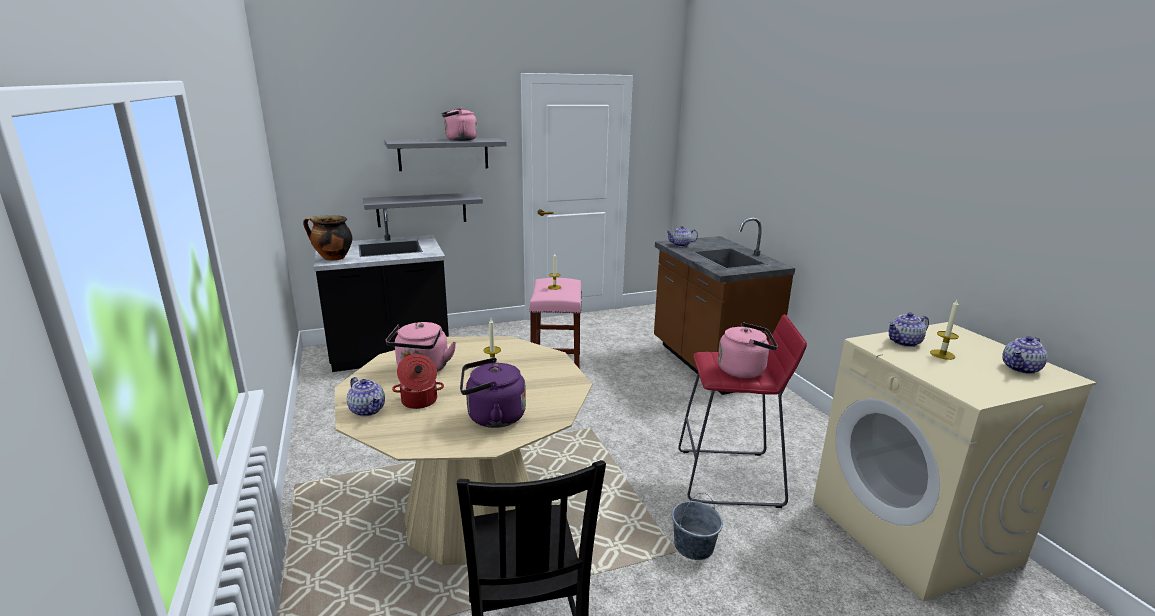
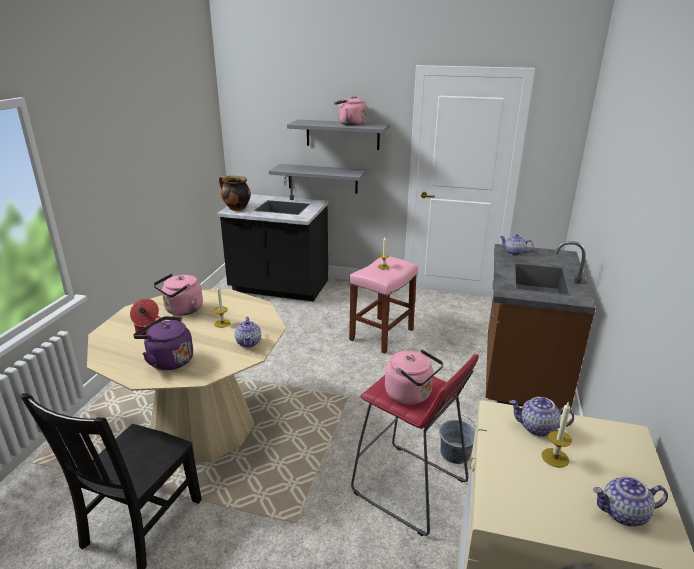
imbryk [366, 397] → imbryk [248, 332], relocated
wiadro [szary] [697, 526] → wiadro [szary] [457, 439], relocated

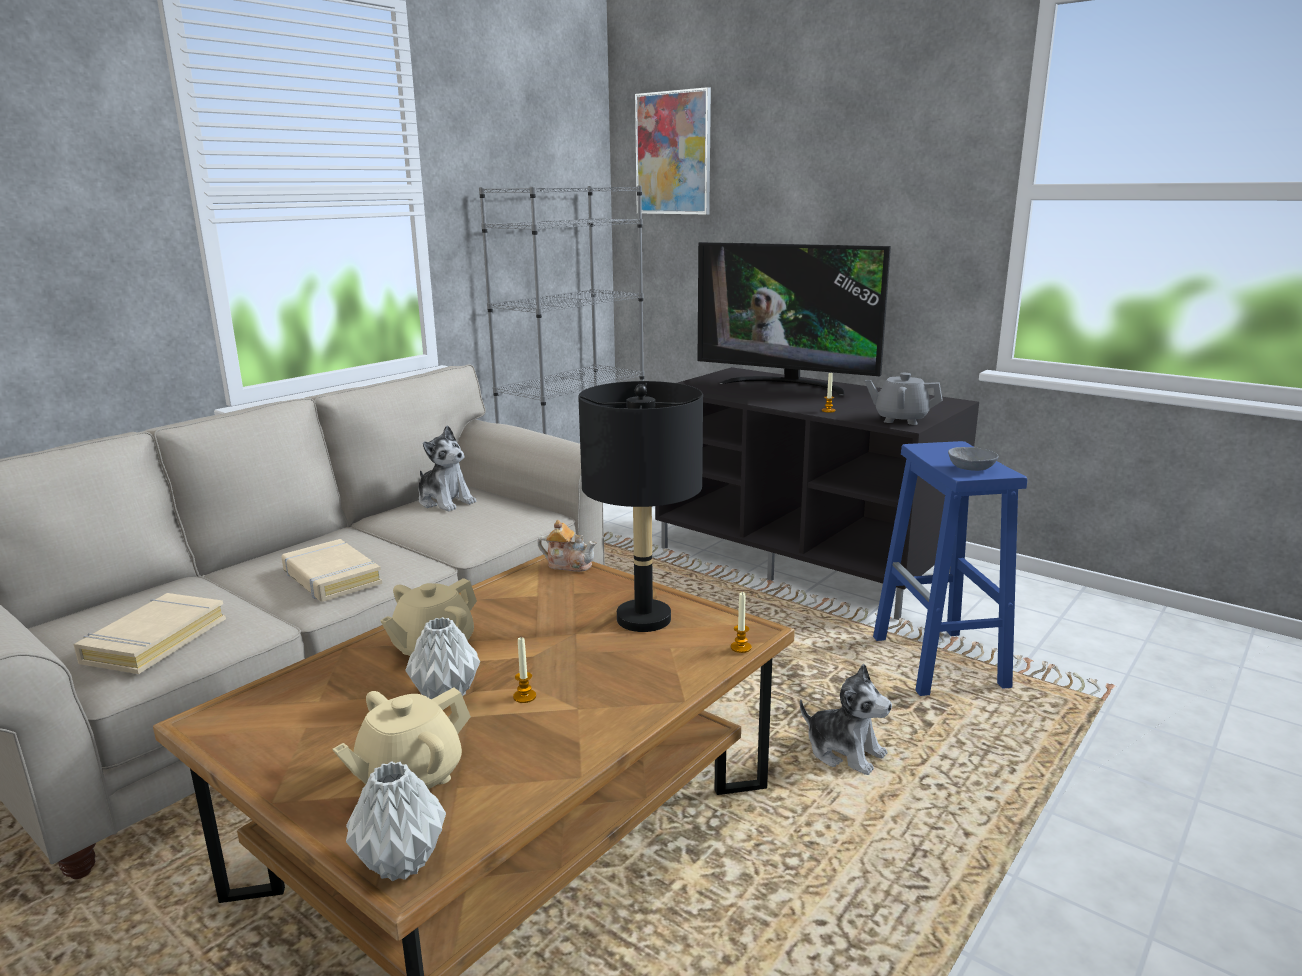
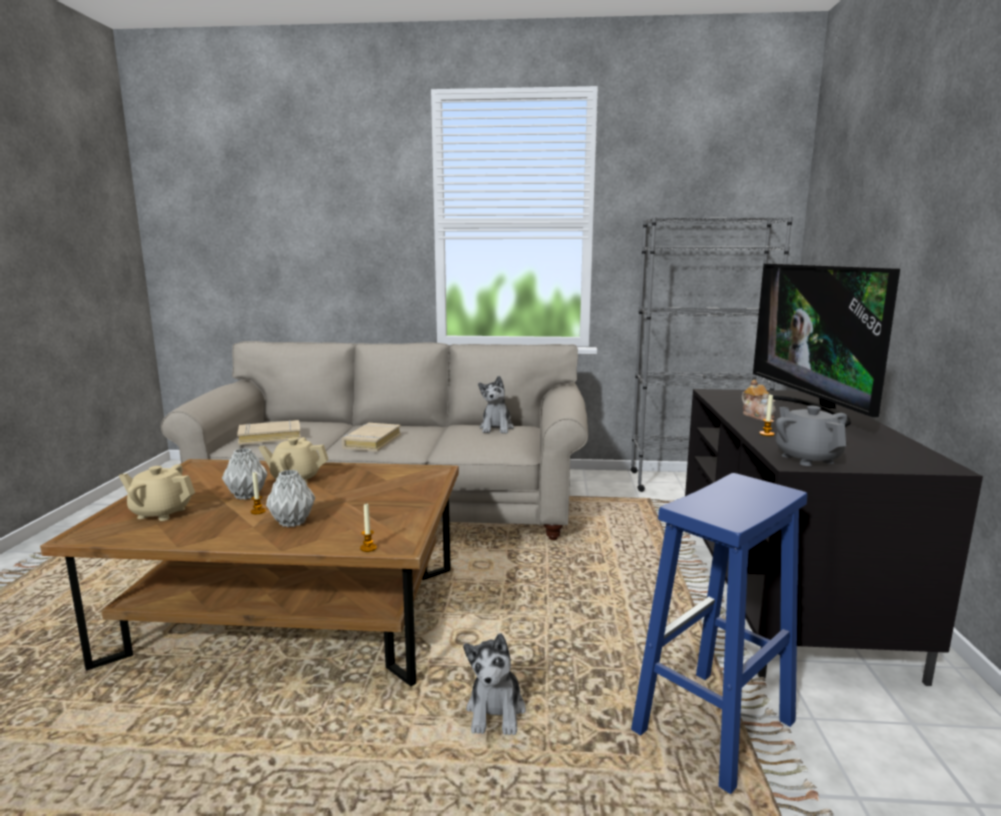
wazon [szary] [396, 821] → wazon [szary] [290, 498], relocated
imbryk [566, 546] → imbryk [759, 399], relocated
lampa stołowa [czarny] [640, 506] → -
obraz [673, 151] → -
miska [szary] [973, 459] → -

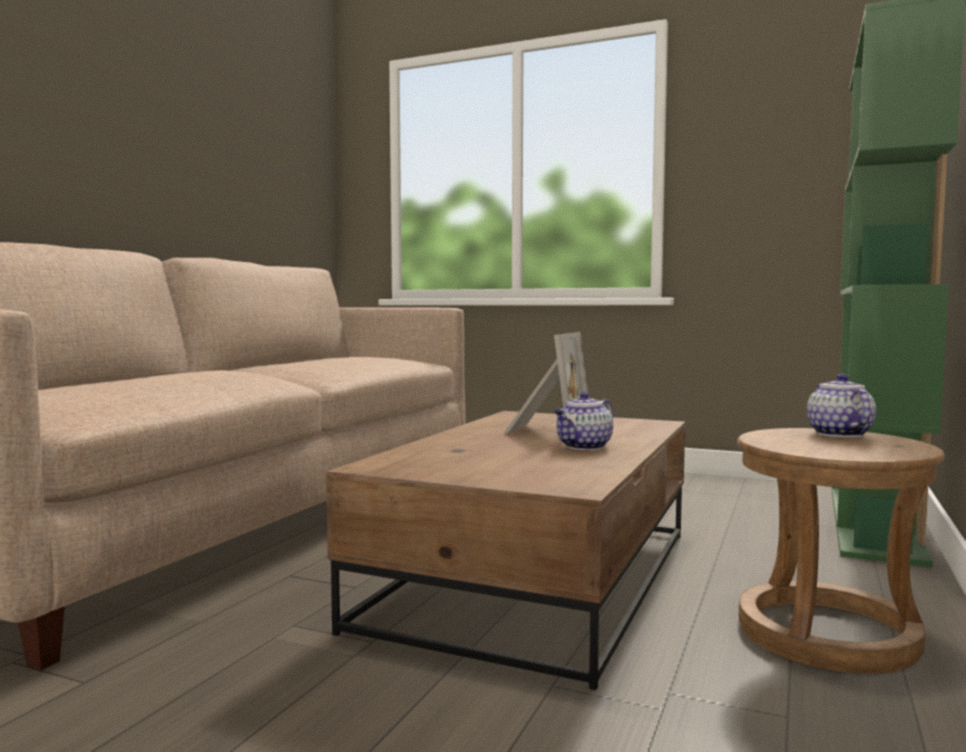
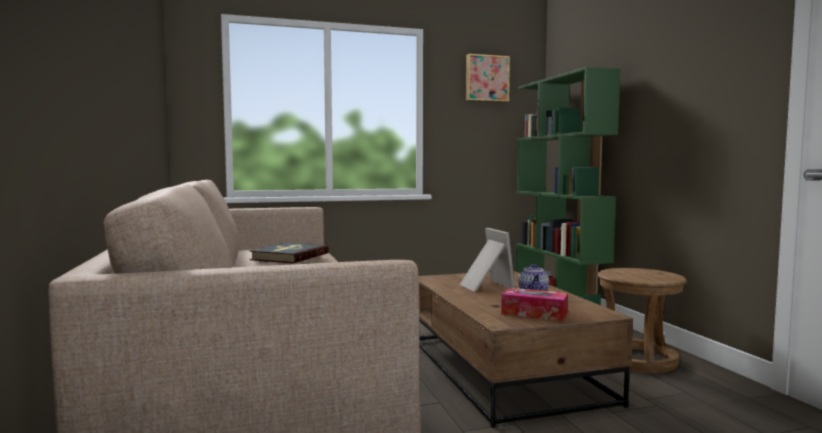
- → książka [289, 252]
- → obraz [488, 78]
- → pudełko chusteczek [534, 304]
imbryk [841, 406] → -

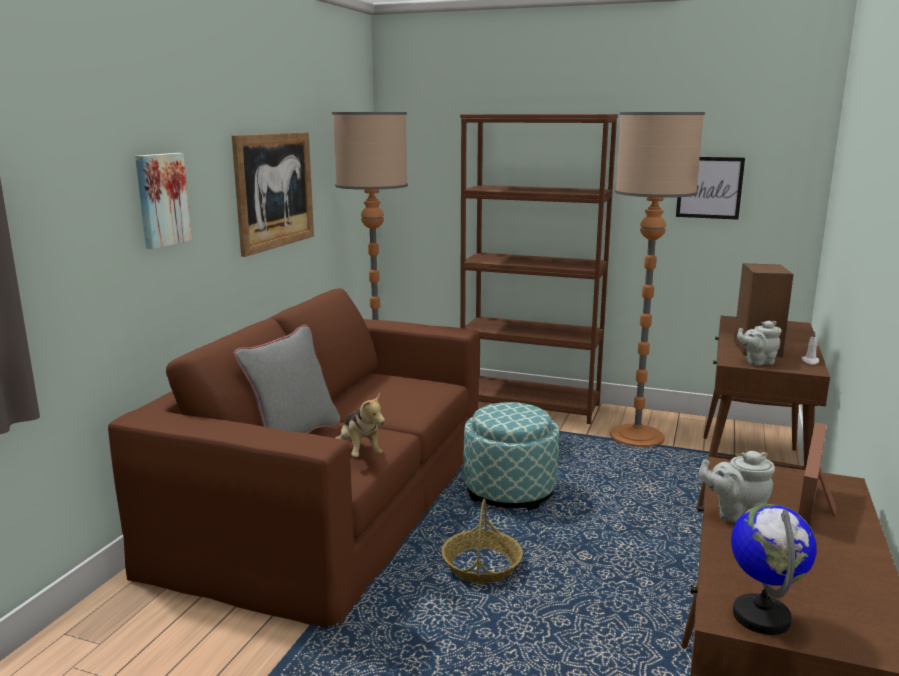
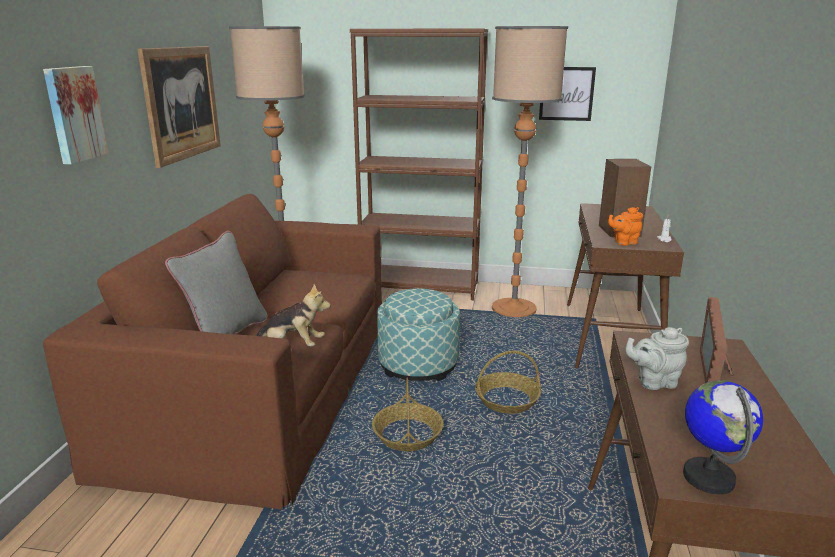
pluszak [360, 425] → pluszak [293, 315], 45 degrees counterclockwise
- → koszyk [508, 382]
imbryk [szary] [759, 343] → imbryk [pomarańczowy] [625, 226]

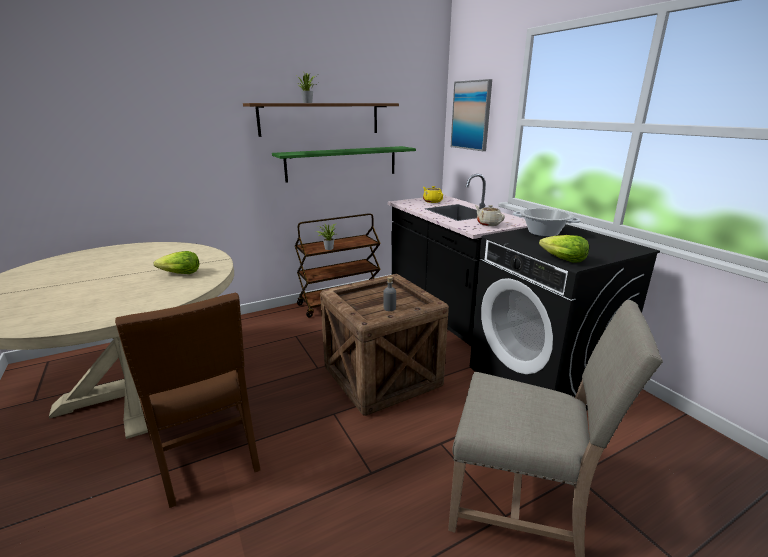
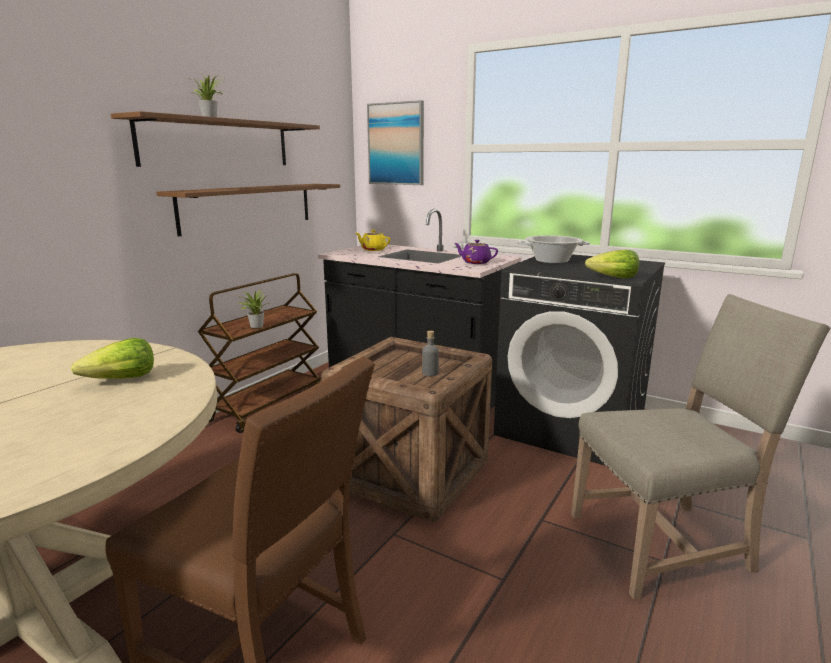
półka [zielony] [344, 164] → półka [brązowy] [248, 210]
imbryk [beżowy] [490, 215] → imbryk [fioletowy] [476, 252]

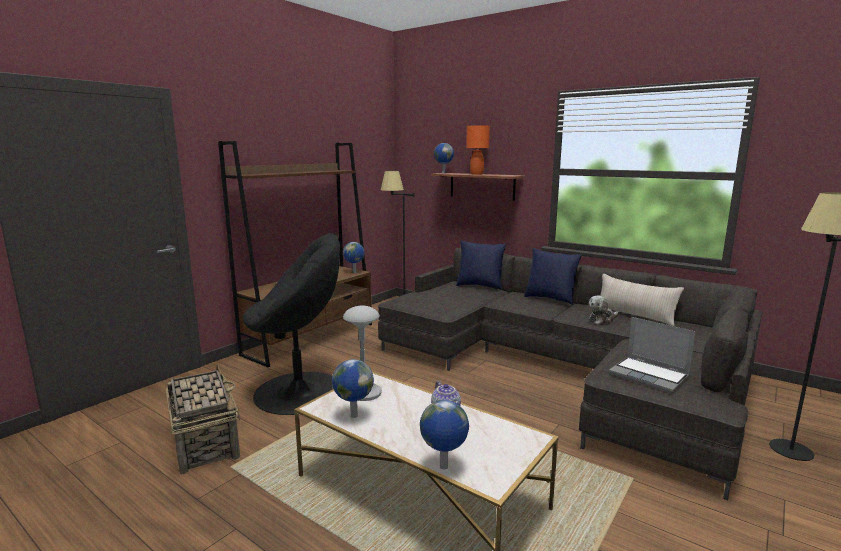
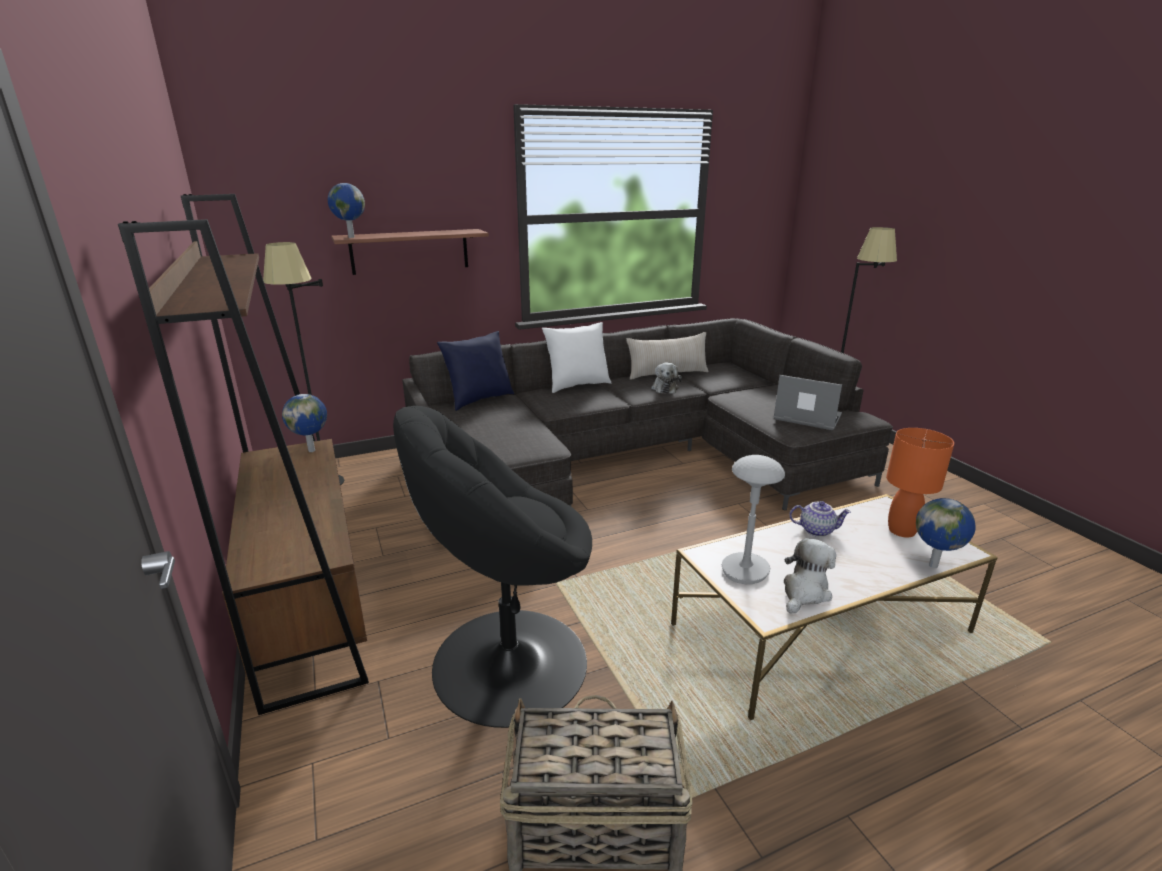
fotel [czarny] [291, 324] → fotel [czarny] [492, 567], 135 degrees counterclockwise
poduszka [niebieski] [553, 276] → poduszka [biały] [576, 357]
laptop [652, 355] → laptop [808, 402], 135 degrees counterclockwise
globus [353, 388] → pluszak [810, 576]
lampa stołowa [pomarańczowy] [478, 150] → lampa stołowa [pomarańczowy] [920, 483], relocated

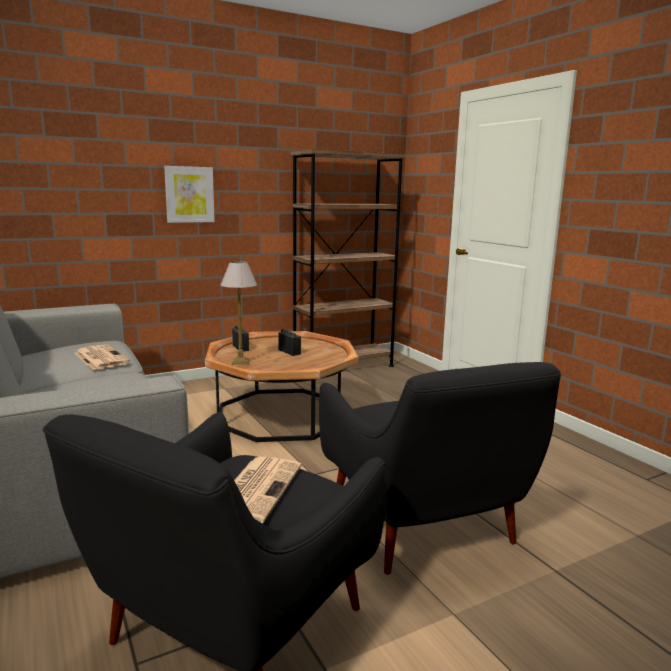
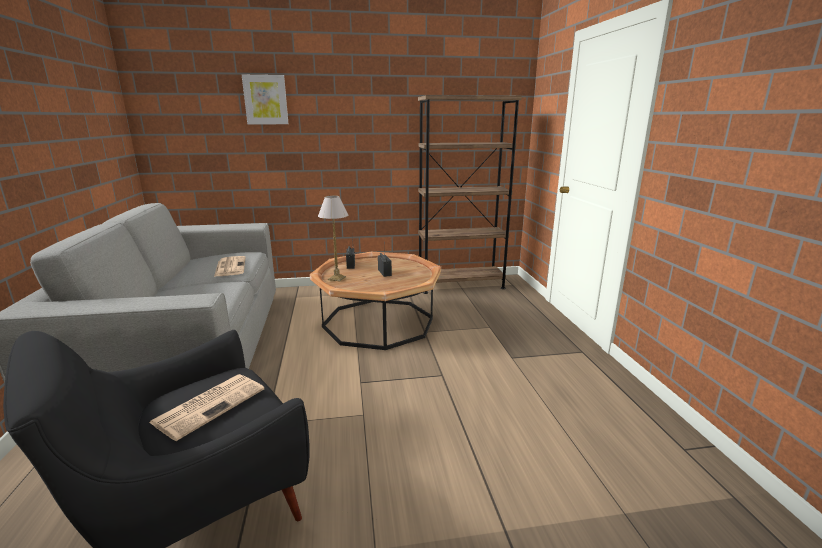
obraz [189, 194] → obraz [265, 99], relocated
fotel [czarny] [440, 468] → -

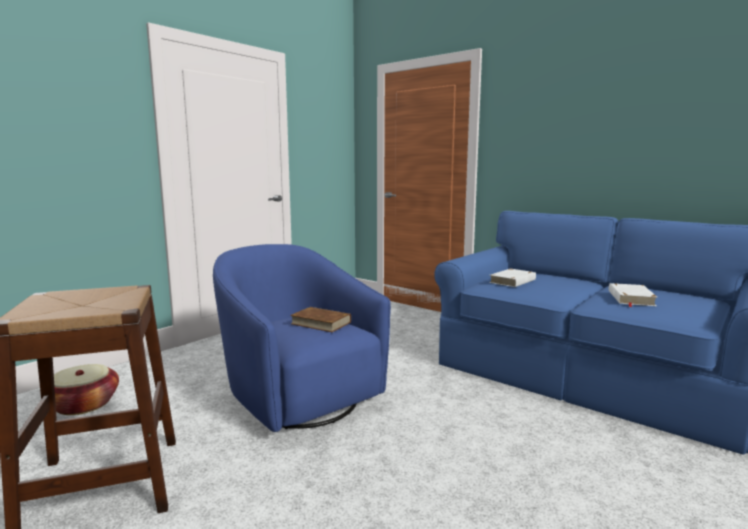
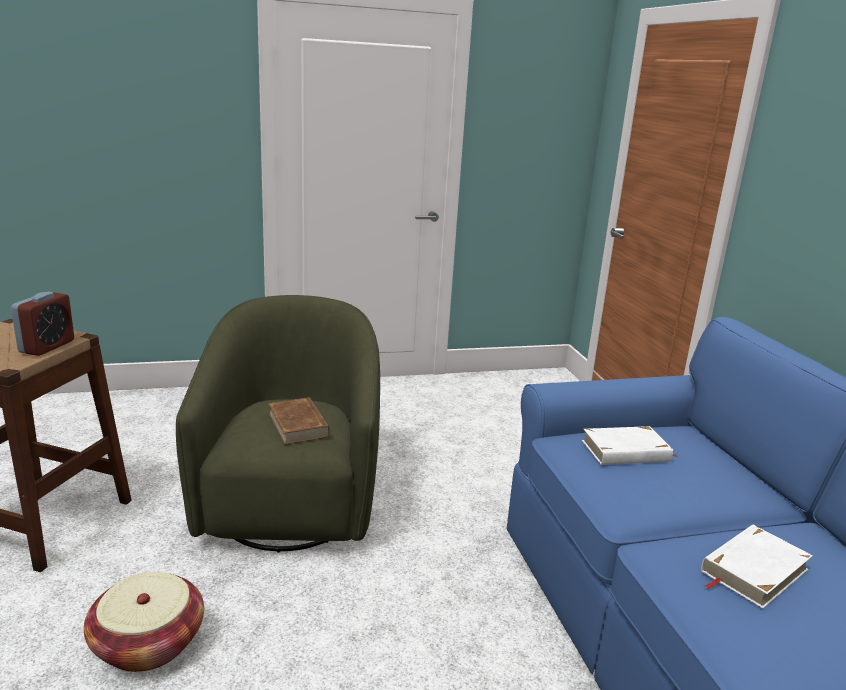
- → budzik [42, 323]
koszyk [86, 389] → koszyk [144, 622], relocated
fotel [niebieski] [302, 338] → fotel [zielony] [278, 424]

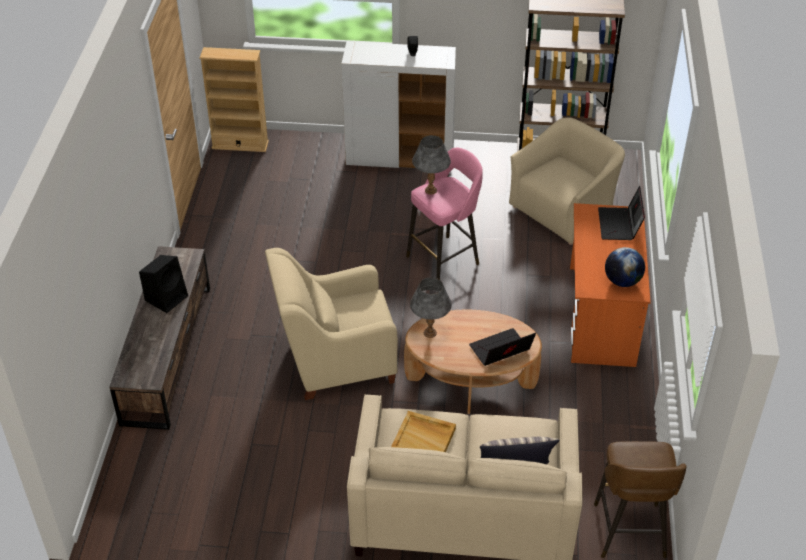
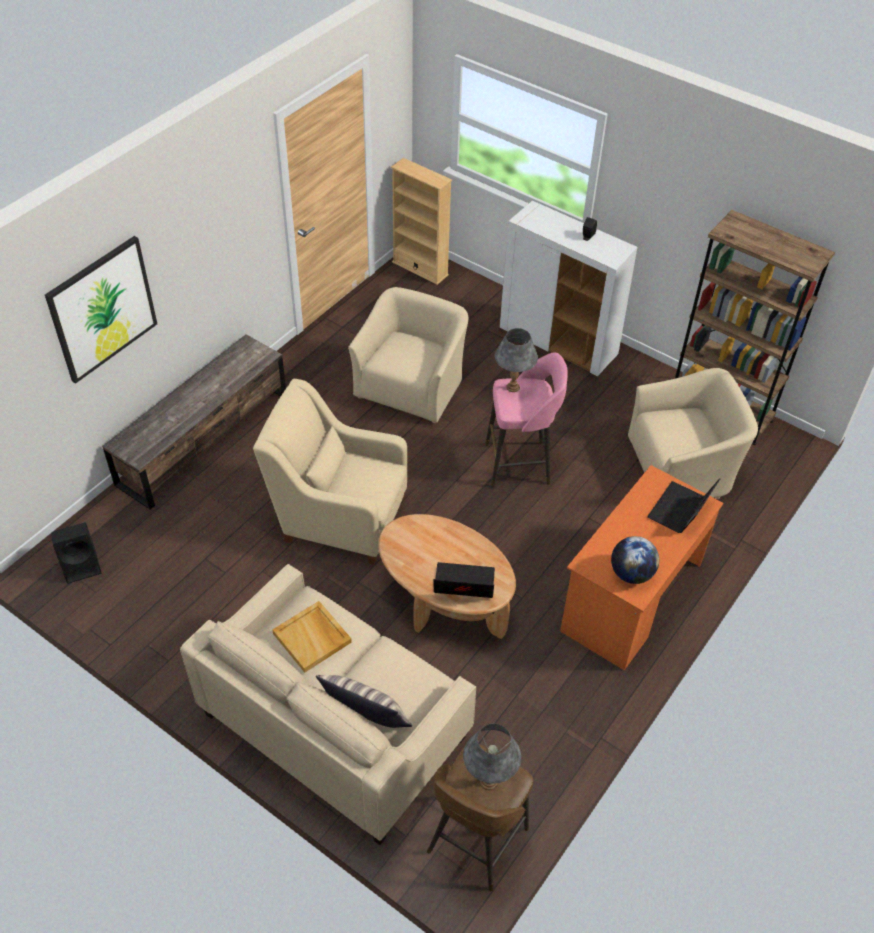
- → obraz [101, 310]
głośnik [czarny] [163, 284] → głośnik [czarny] [76, 553], relocated
- → fotel [beżowy] [408, 355]
lampa stołowa [szary] [431, 307] → lampa stołowa [szary] [492, 757], relocated

